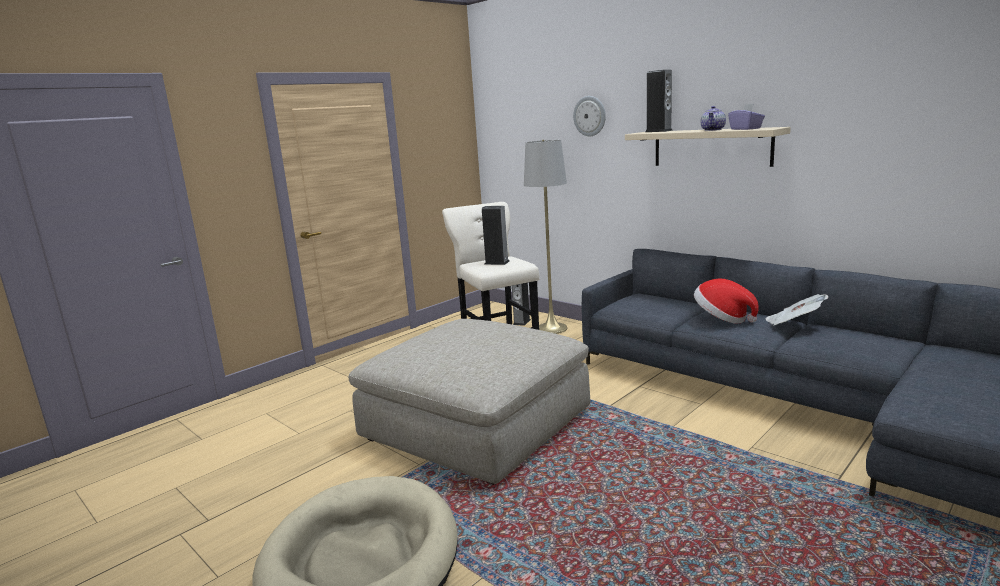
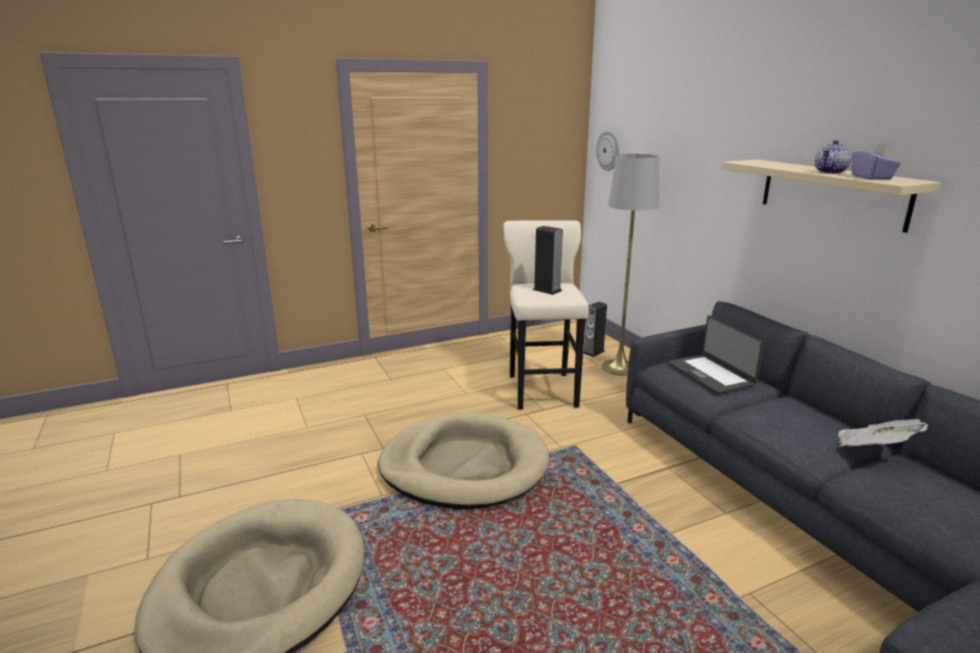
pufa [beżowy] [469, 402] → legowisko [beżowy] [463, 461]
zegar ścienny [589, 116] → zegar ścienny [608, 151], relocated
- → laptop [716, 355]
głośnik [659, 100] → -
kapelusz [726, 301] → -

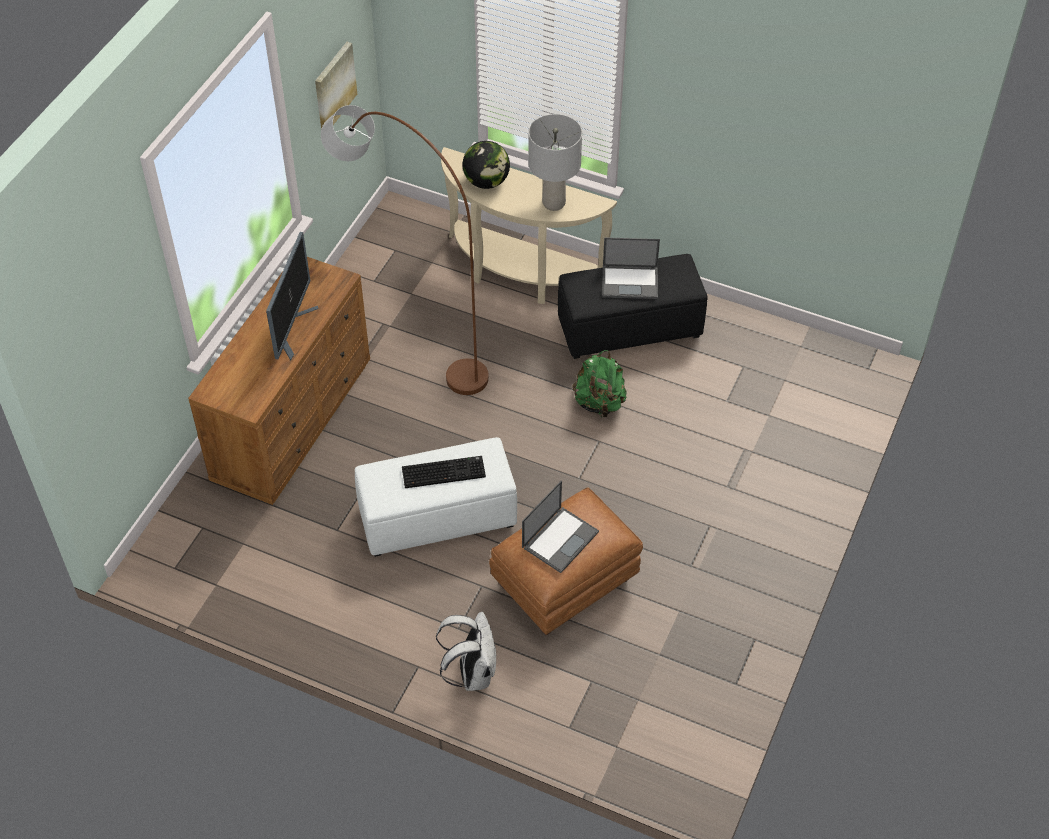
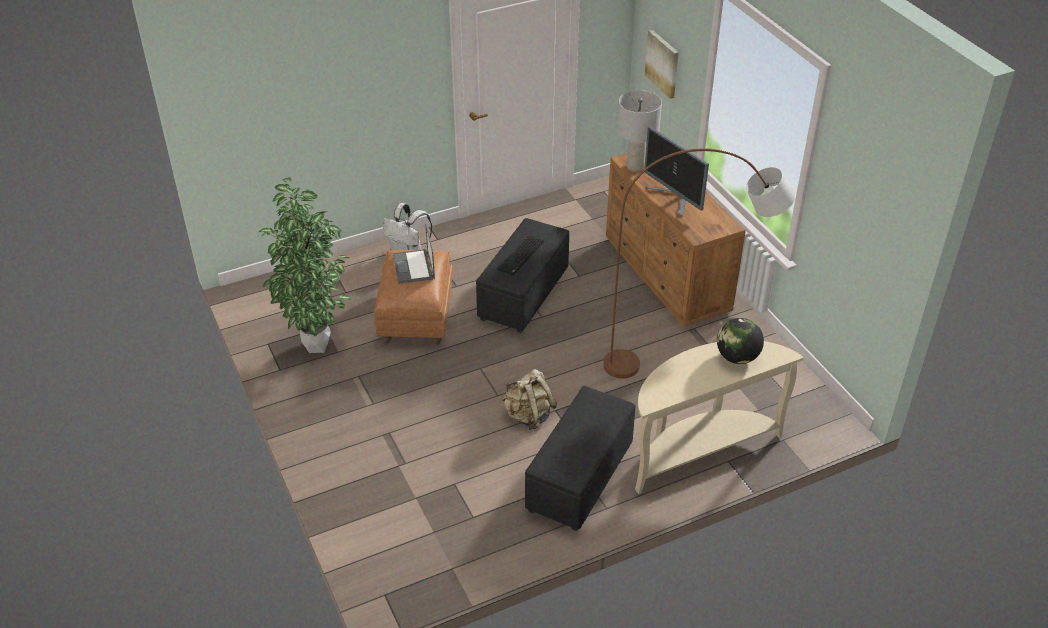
- → roślina doniczkowa [305, 265]
pufa [biały] [436, 497] → pufa [czarny] [522, 275]
plecak [zielony] [599, 383] → plecak [beżowy] [529, 399]
lampa stołowa [szary] [555, 162] → lampa stołowa [szary] [639, 131], relocated
obraz [336, 85] → obraz [662, 64], relocated
laptop [631, 268] → -

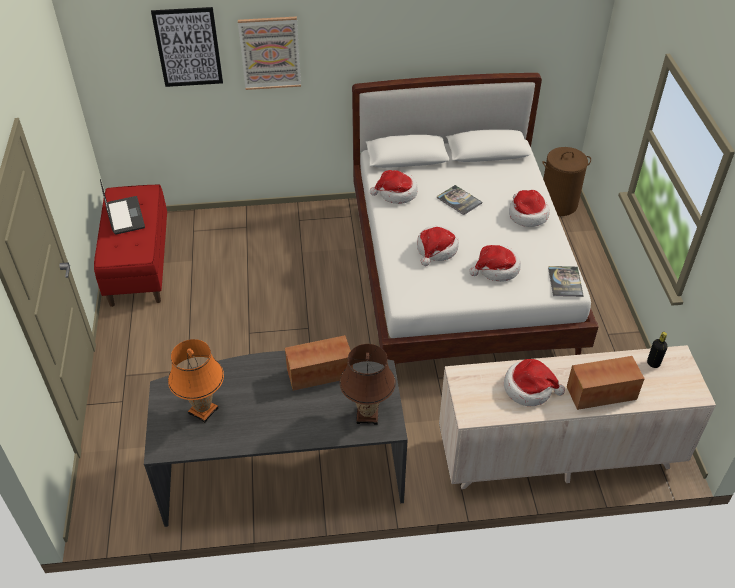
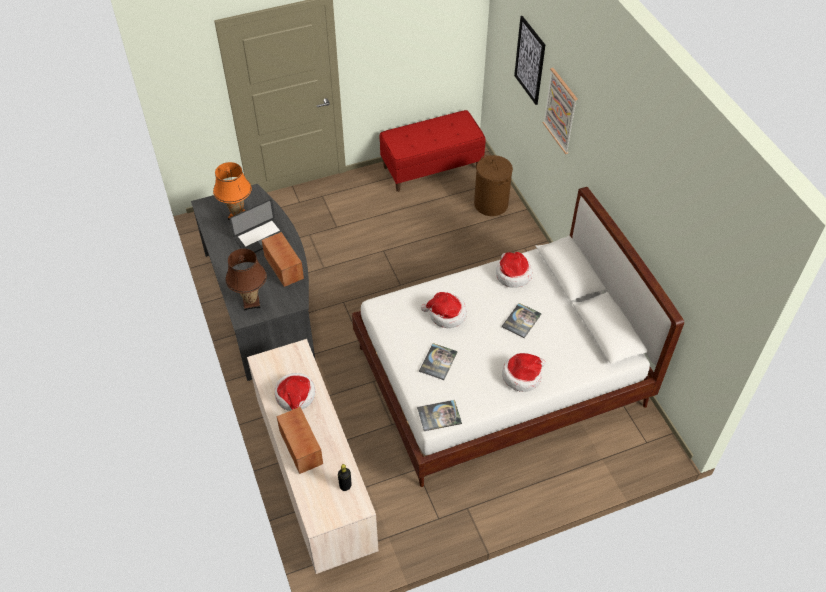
laptop [122, 207] → laptop [259, 226], relocated
kapelusz [495, 263] → książka [438, 361]
kosz na pranie [brązowy] [567, 181] → kosz na pranie [brązowy] [493, 185], relocated

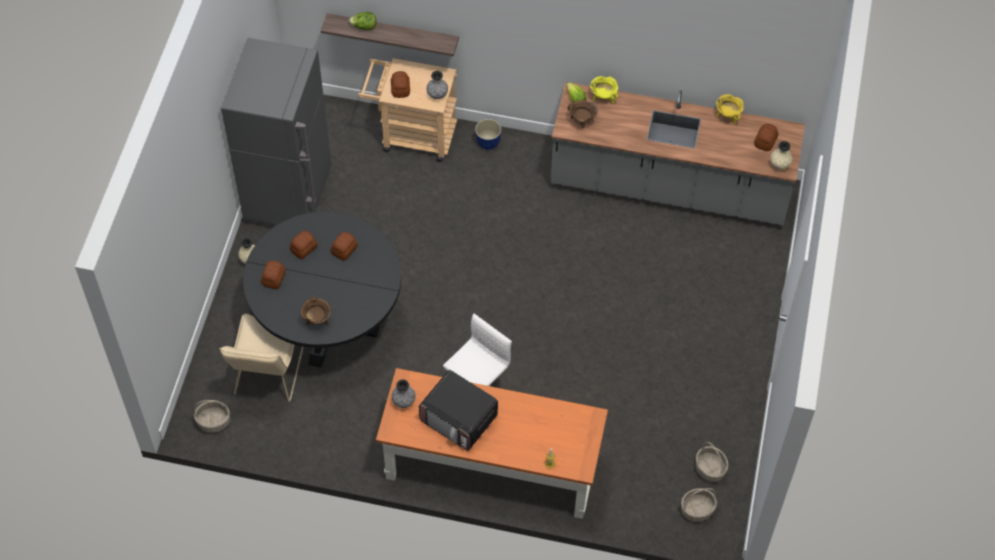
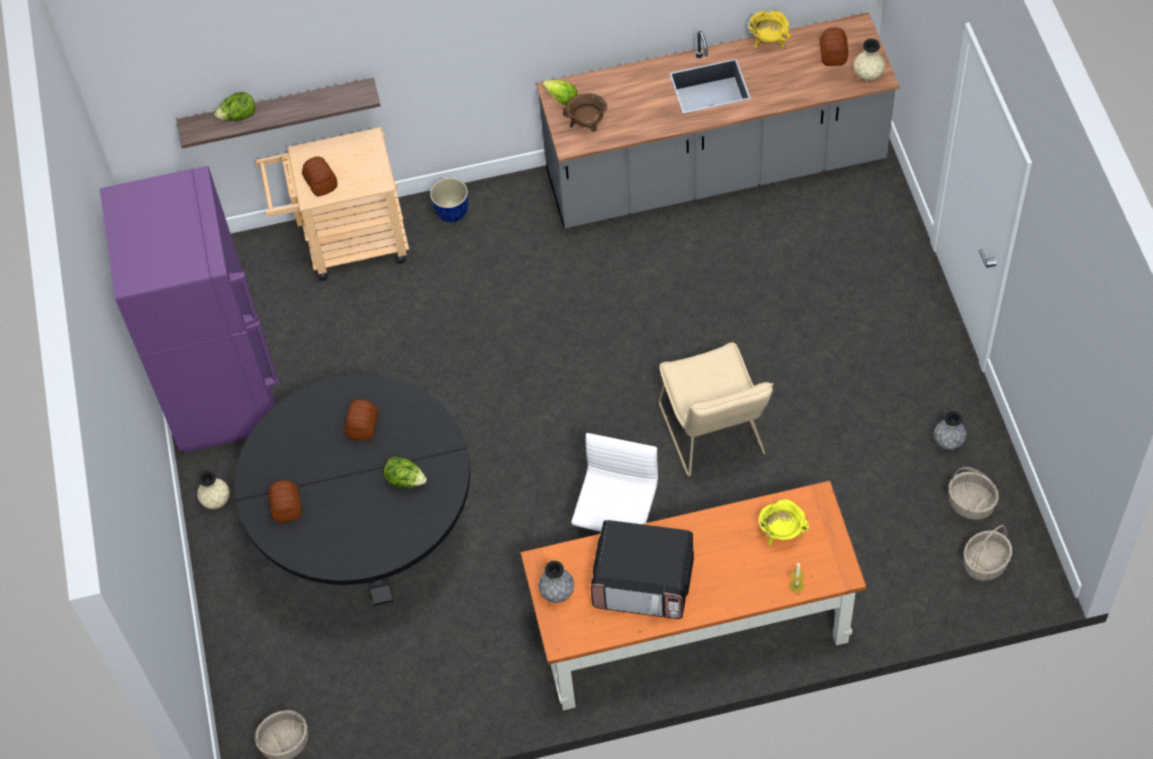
lodówka [szary] [276, 132] → lodówka [fioletowy] [189, 309]
- → sałata [405, 472]
krzesło [beżowy] [261, 358] → krzesło [beżowy] [716, 409], relocated
garnek [żółty] [604, 90] → garnek [żółty] [784, 522], relocated
wazon [szary] [437, 85] → wazon [szary] [950, 430], relocated
chleb [304, 245] → -
garnek [brązowy] [315, 310] → -

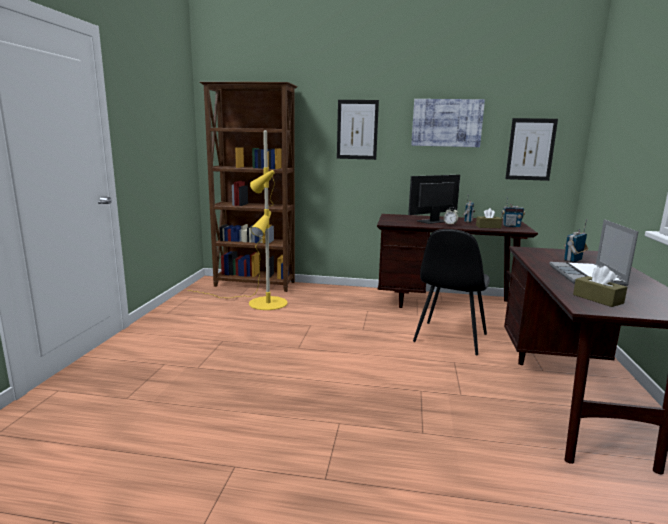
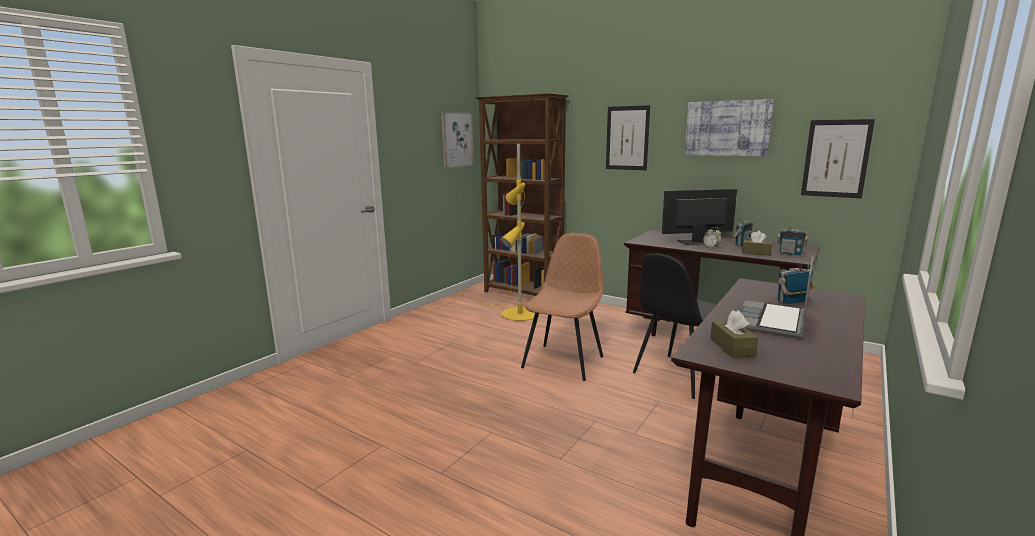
- → obraz [457, 140]
- → krzesło [brązowy] [562, 307]

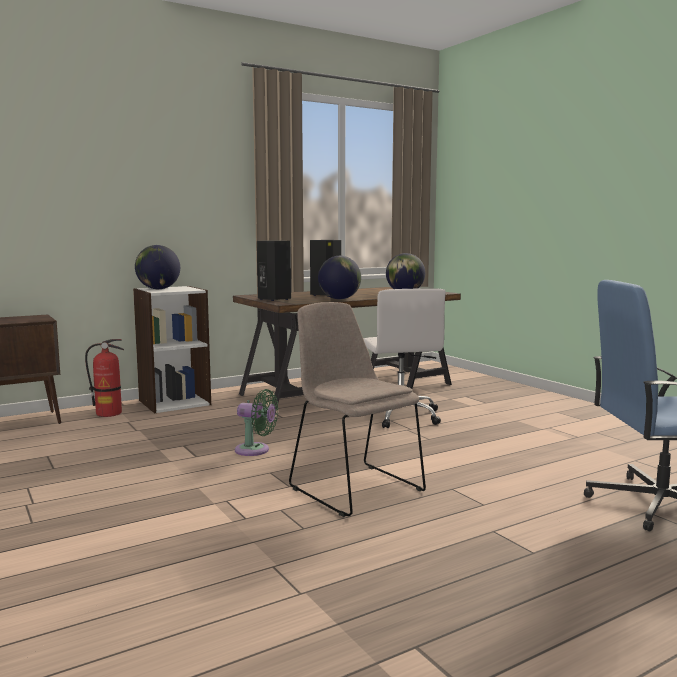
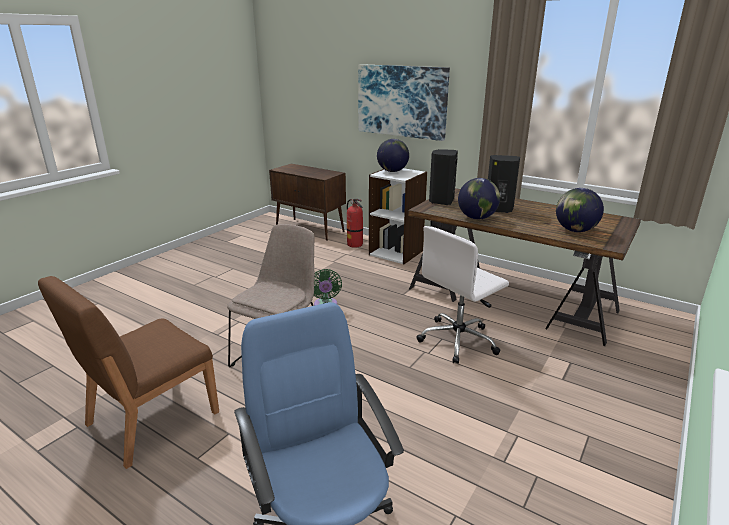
- → krzesło [brązowy] [128, 372]
- → obraz [404, 102]

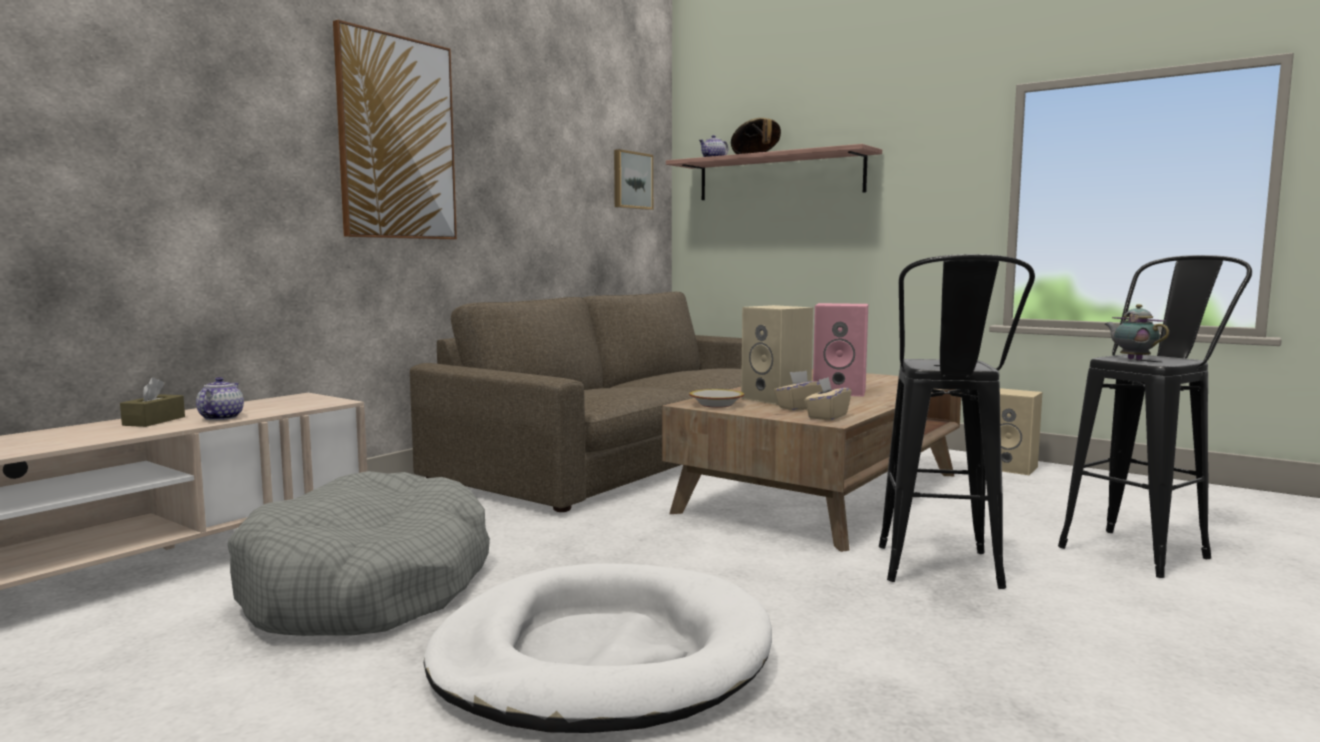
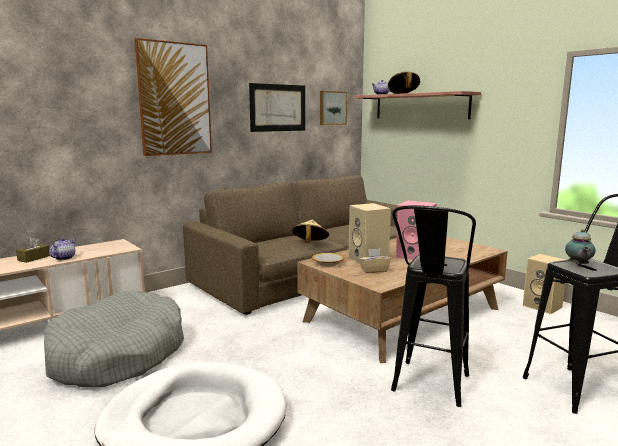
- → obraz [277, 107]
- → kapelusz [beżowy] [310, 231]
imbryk [1137, 332] → imbryk [580, 247], 150 degrees counterclockwise
pudełko chusteczek [beżowy] [827, 399] → -

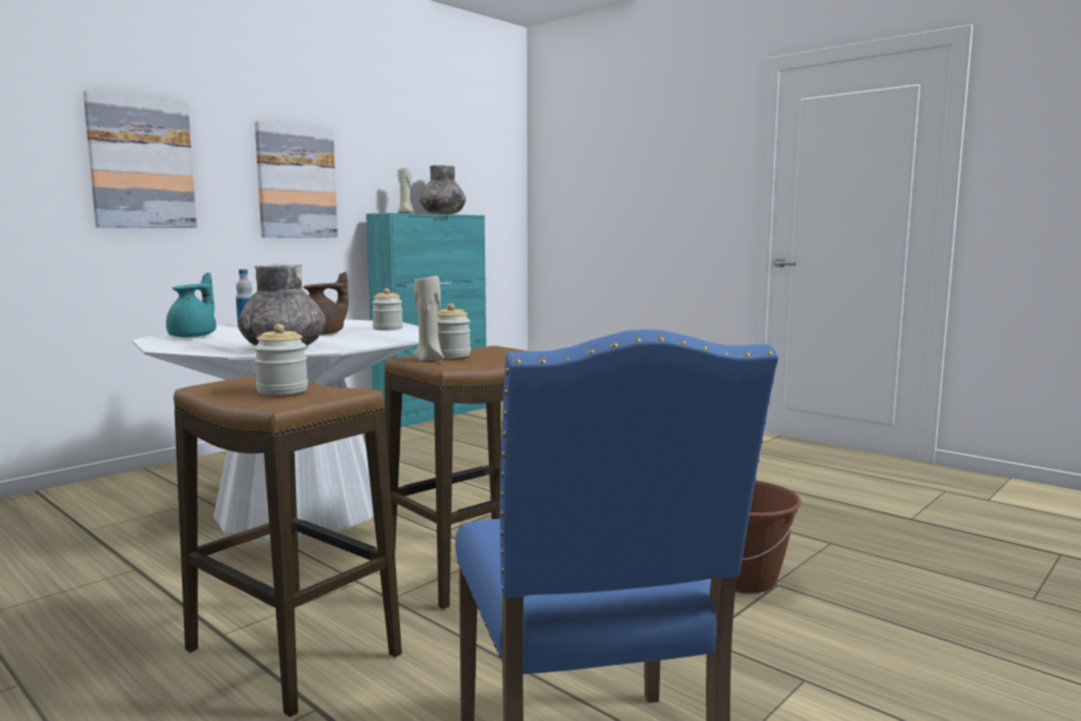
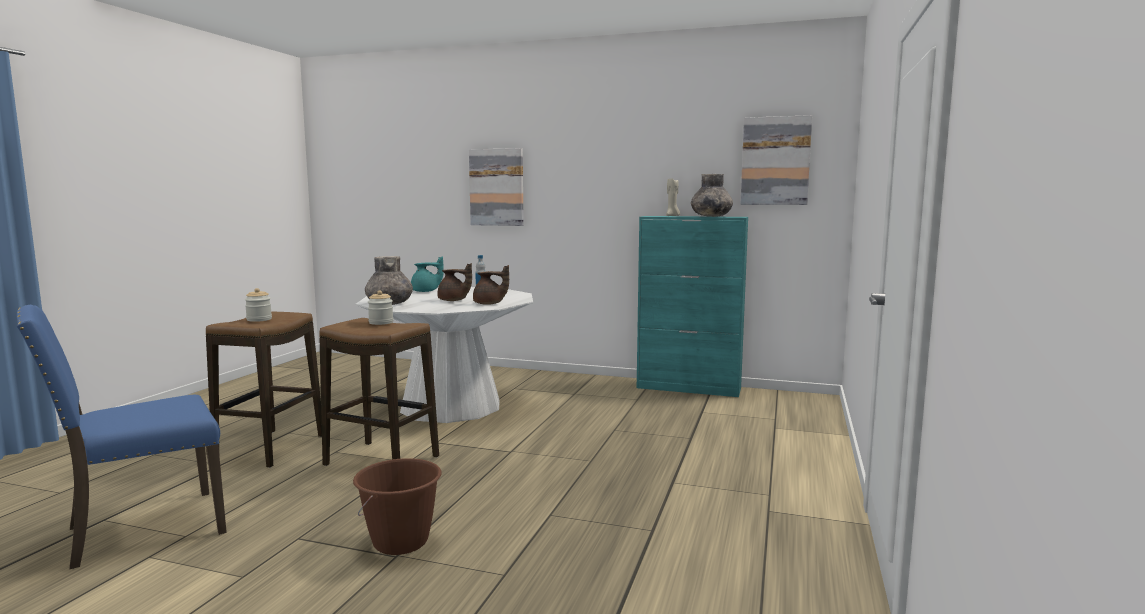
słoik [387, 309] → imbryk [brązowy] [491, 285]
obraz [296, 179] → obraz [776, 160], relocated
świeca [beżowy] [428, 319] → -

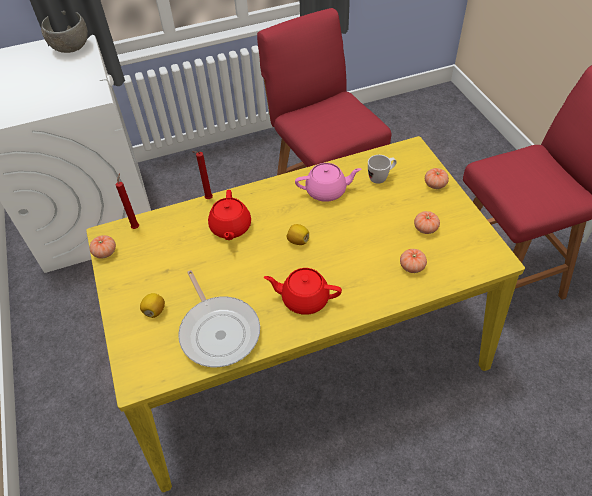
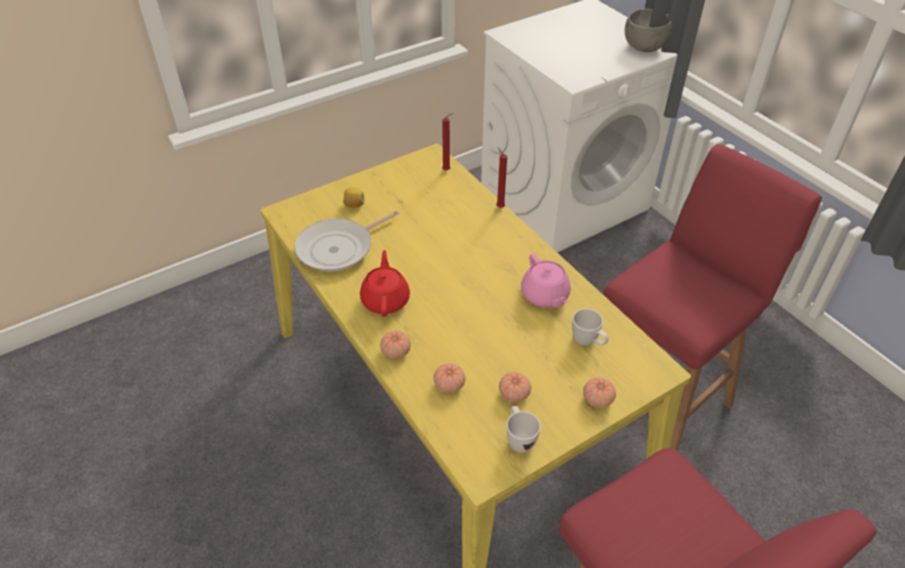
pomidor [102, 247] → pomidor [395, 345], relocated
- → kubek [biały] [523, 429]
imbryk [czerwony] [229, 215] → -
cytryna [297, 234] → -

